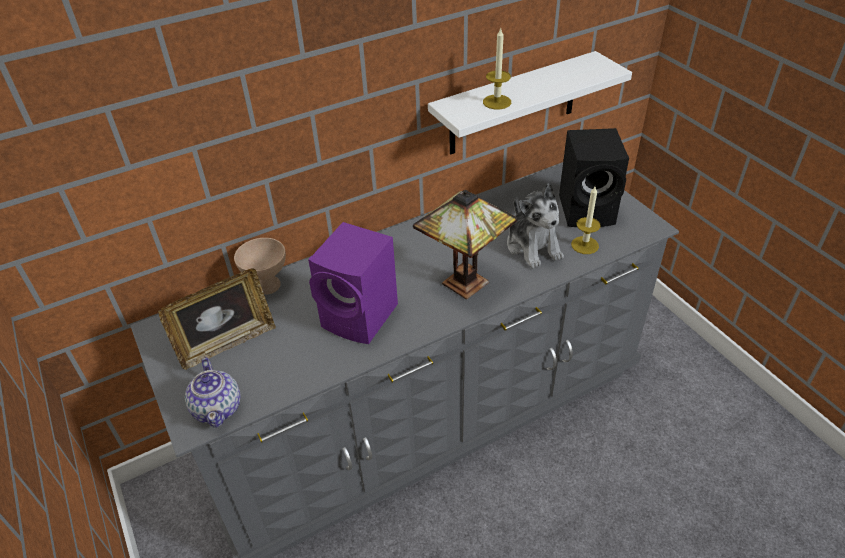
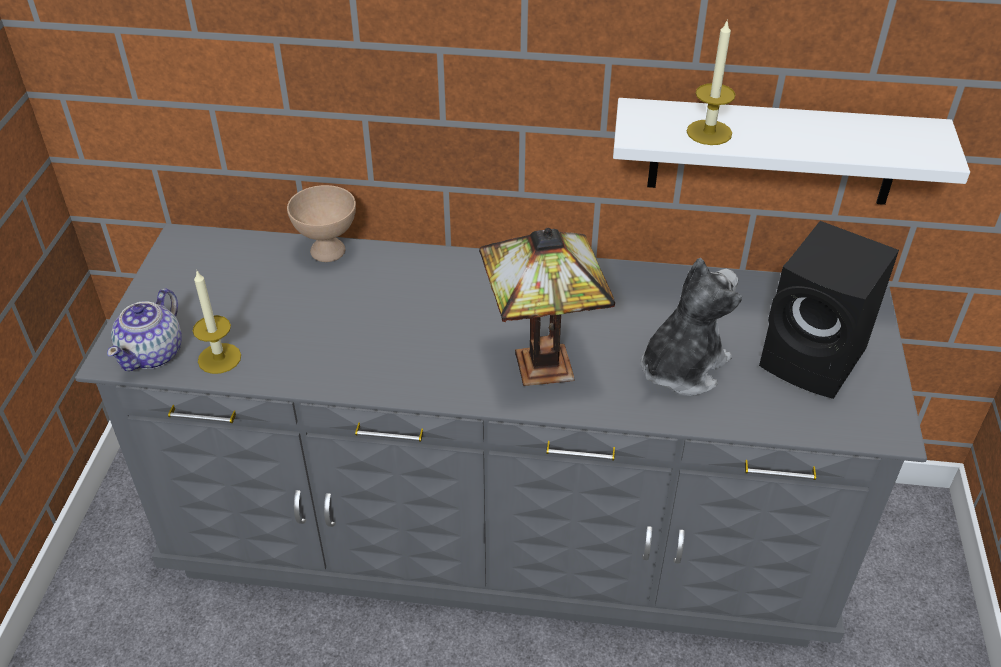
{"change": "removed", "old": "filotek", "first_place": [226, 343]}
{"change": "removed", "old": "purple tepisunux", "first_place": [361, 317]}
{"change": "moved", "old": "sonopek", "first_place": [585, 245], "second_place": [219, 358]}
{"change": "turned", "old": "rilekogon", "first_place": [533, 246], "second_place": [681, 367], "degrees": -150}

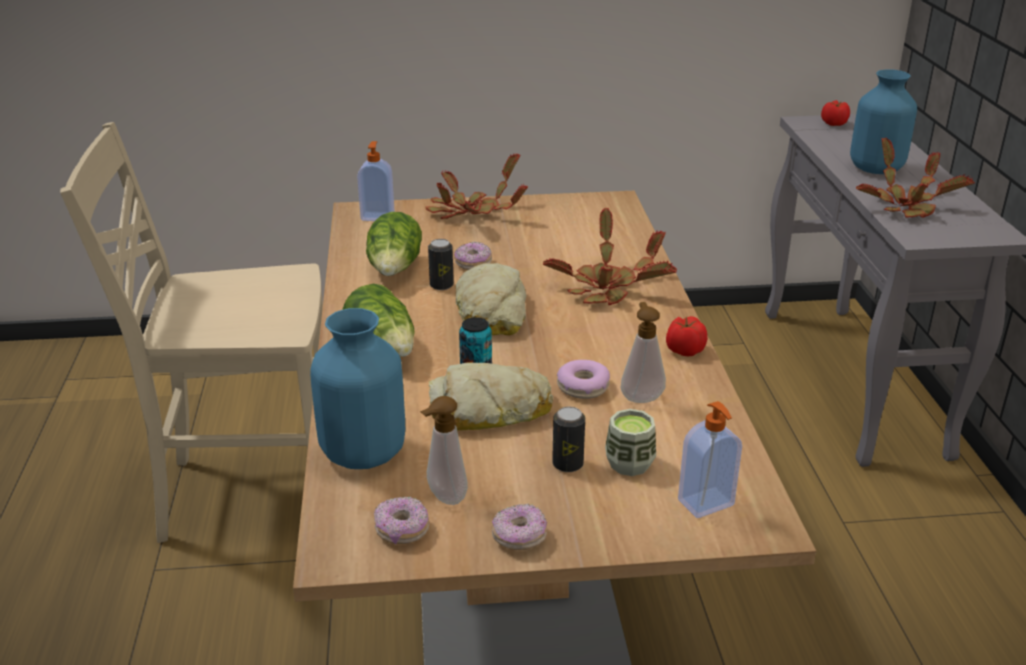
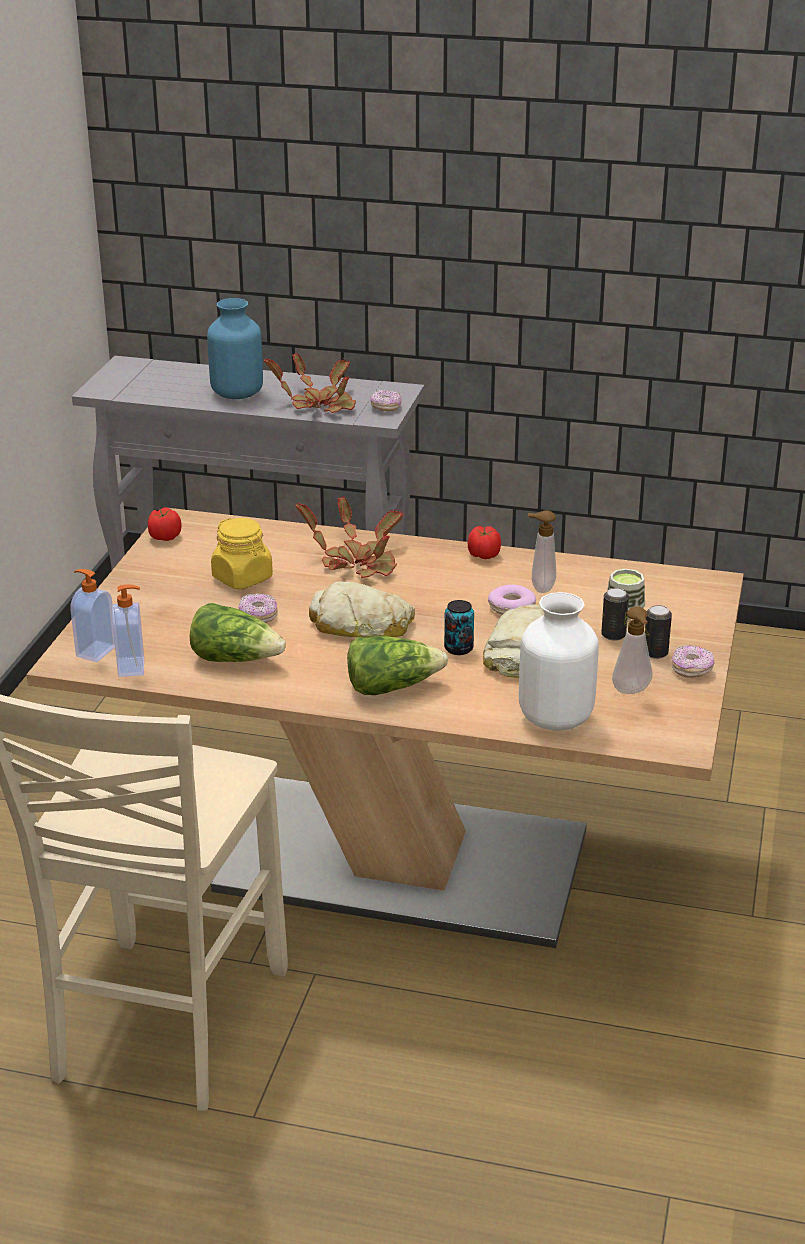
{"change": "removed", "old": "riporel", "first_place": [470, 212]}
{"change": "added", "new": "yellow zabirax", "second_place": [243, 578]}
{"change": "moved", "old": "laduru", "first_place": [402, 531], "second_place": [386, 407]}
{"change": "moved", "old": "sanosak", "first_place": [441, 285], "second_place": [655, 653]}
{"change": "moved", "old": "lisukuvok", "first_place": [707, 504], "second_place": [132, 667]}
{"change": "moved", "old": "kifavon", "first_place": [833, 123], "second_place": [164, 537]}
{"change": "recoloured", "old": "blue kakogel", "new": "white kakogel", "first_place": [364, 454], "second_place": [557, 718]}

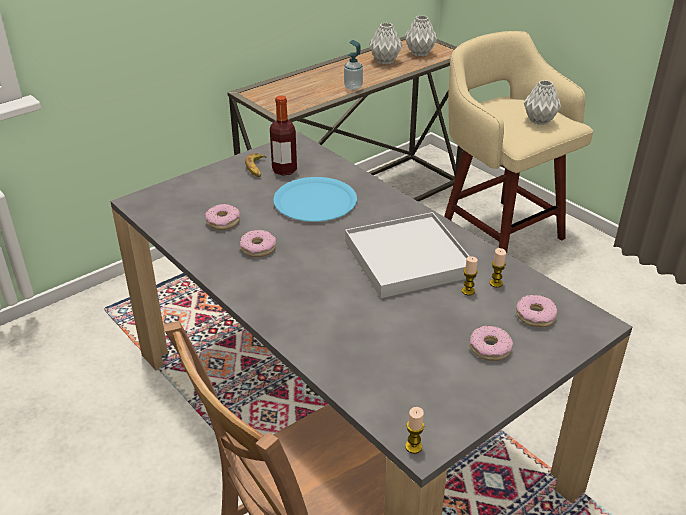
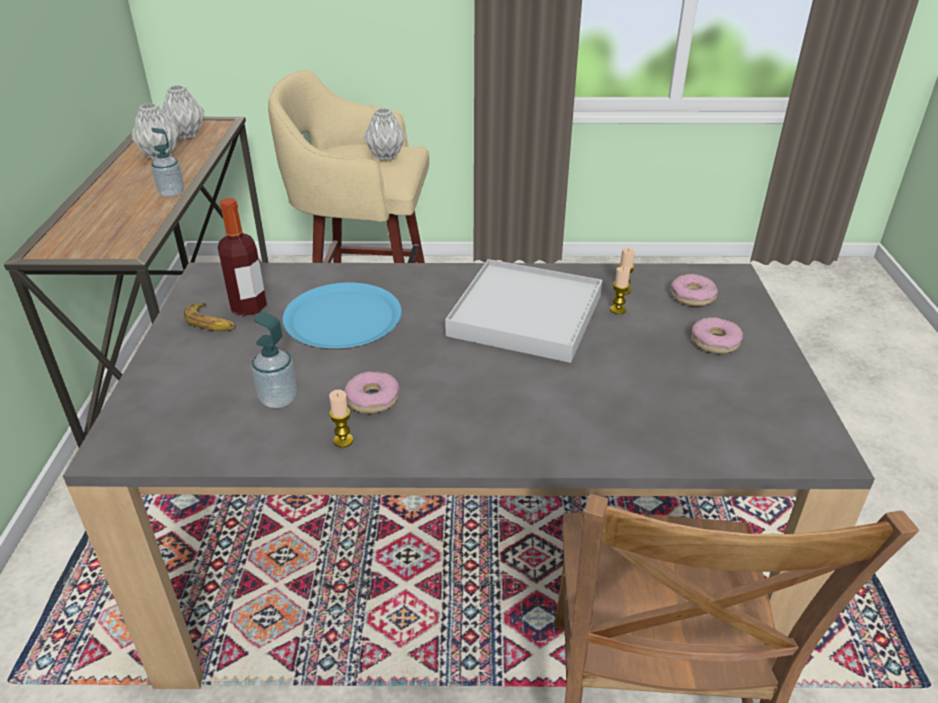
{"change": "moved", "old": "sonopek", "first_place": [413, 447], "second_place": [343, 440]}
{"change": "replaced", "old": "laduru", "new": "lisukuvok", "first_place": [223, 222], "second_place": [278, 399]}

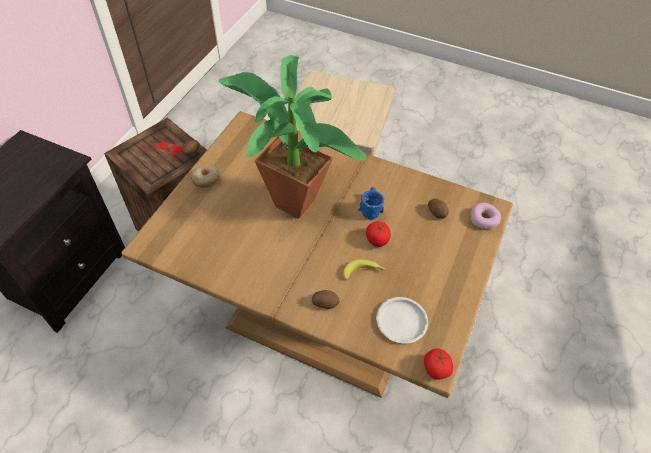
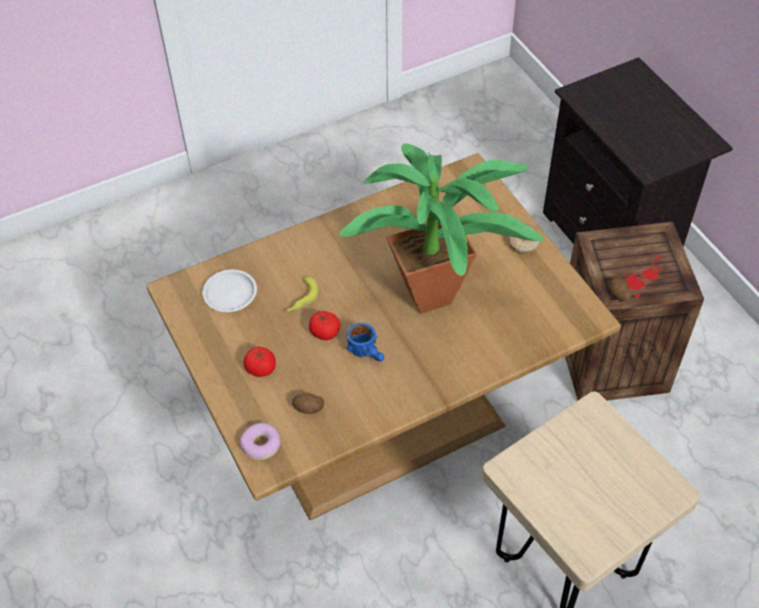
{"change": "removed", "old": "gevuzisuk", "first_place": [325, 303]}
{"change": "moved", "old": "kifavon", "first_place": [435, 368], "second_place": [261, 369]}

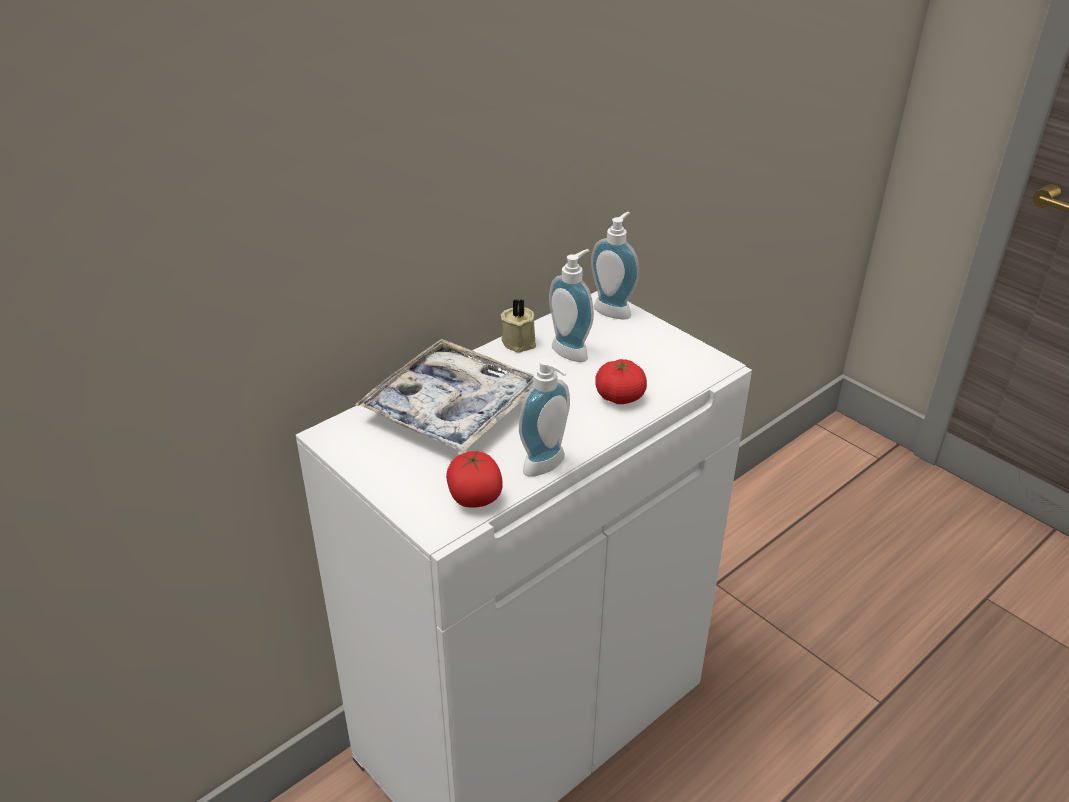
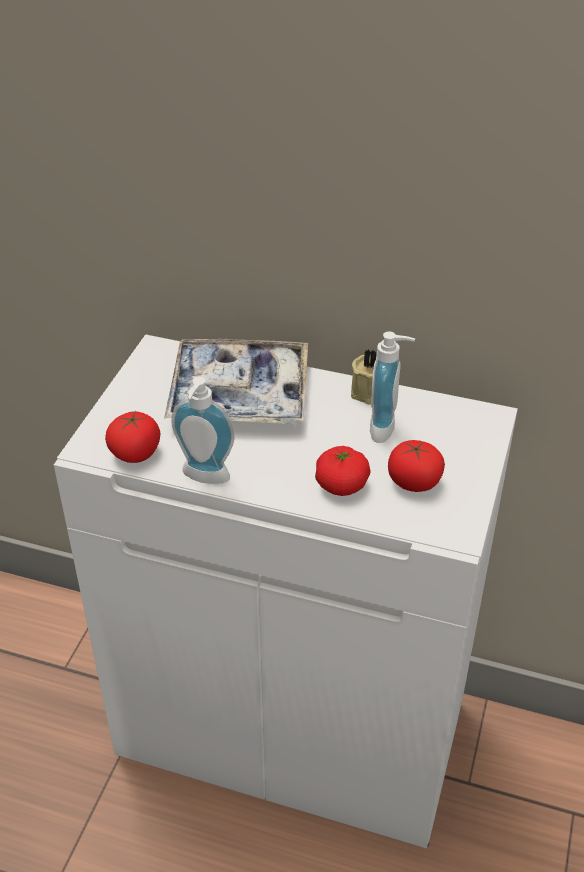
{"change": "removed", "old": "lisukuvok", "first_place": [614, 310]}
{"change": "added", "new": "kifavon", "second_place": [414, 482]}

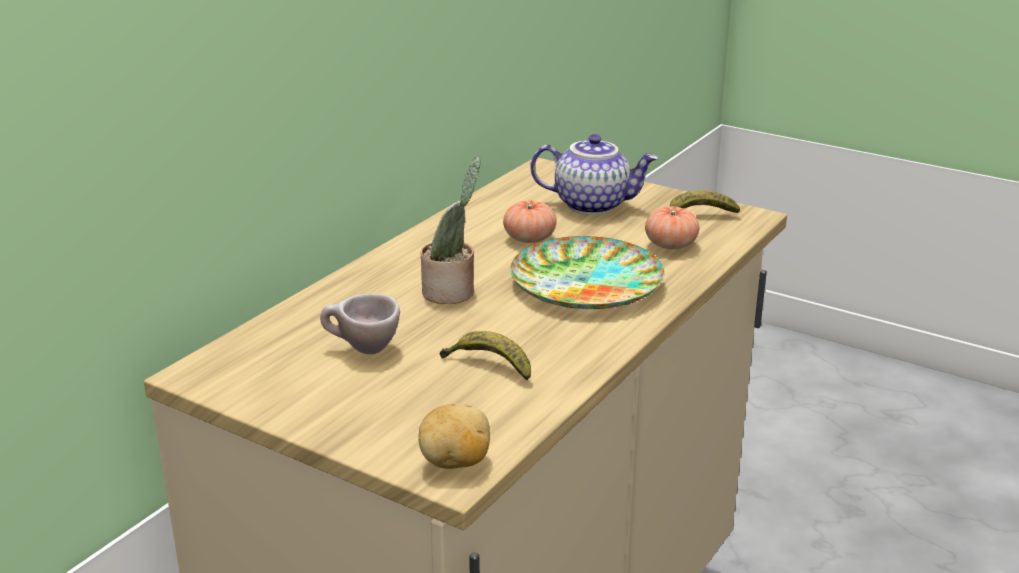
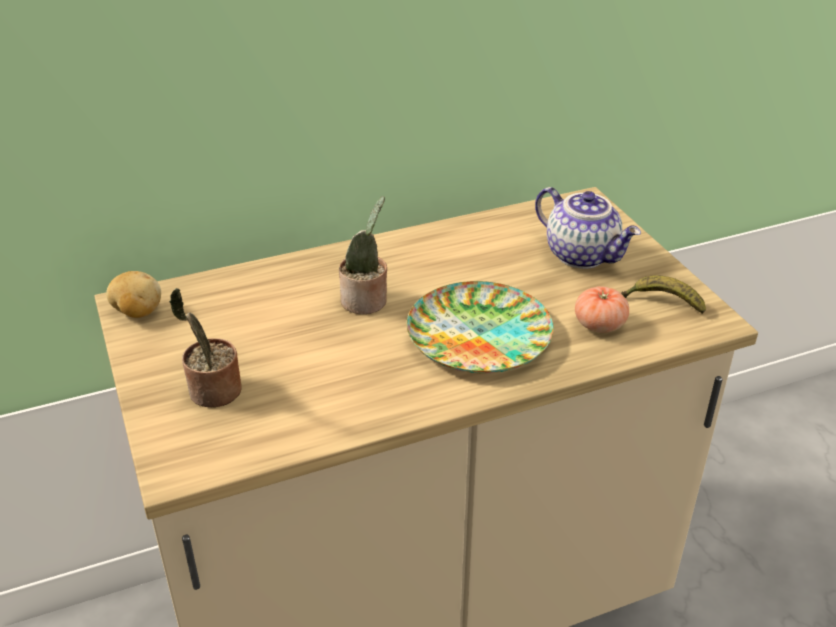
{"change": "removed", "old": "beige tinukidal", "first_place": [361, 349]}
{"change": "removed", "old": "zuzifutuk", "first_place": [489, 366]}
{"change": "removed", "old": "kifavon", "first_place": [529, 238]}
{"change": "added", "new": "riporel", "second_place": [212, 392]}
{"change": "moved", "old": "gevuzisuk", "first_place": [455, 463], "second_place": [137, 312]}

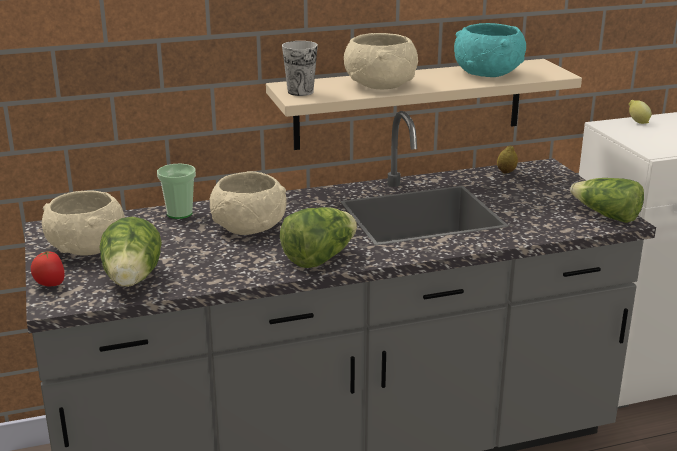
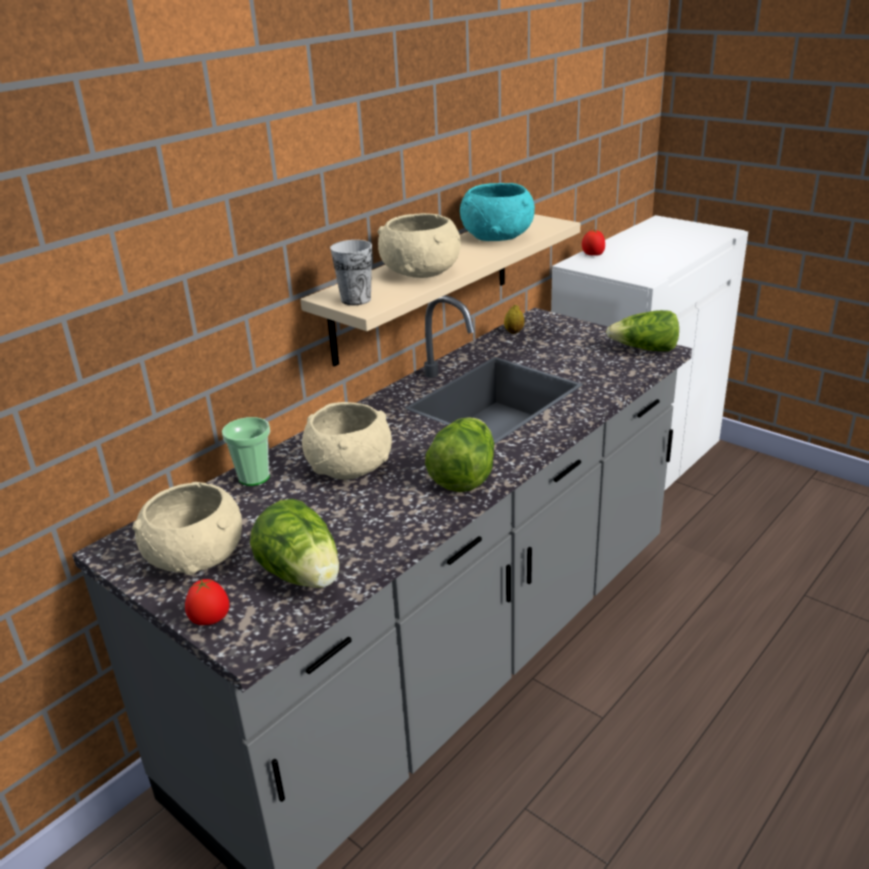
{"change": "replaced", "old": "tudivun", "new": "kifavon", "first_place": [637, 122], "second_place": [593, 255]}

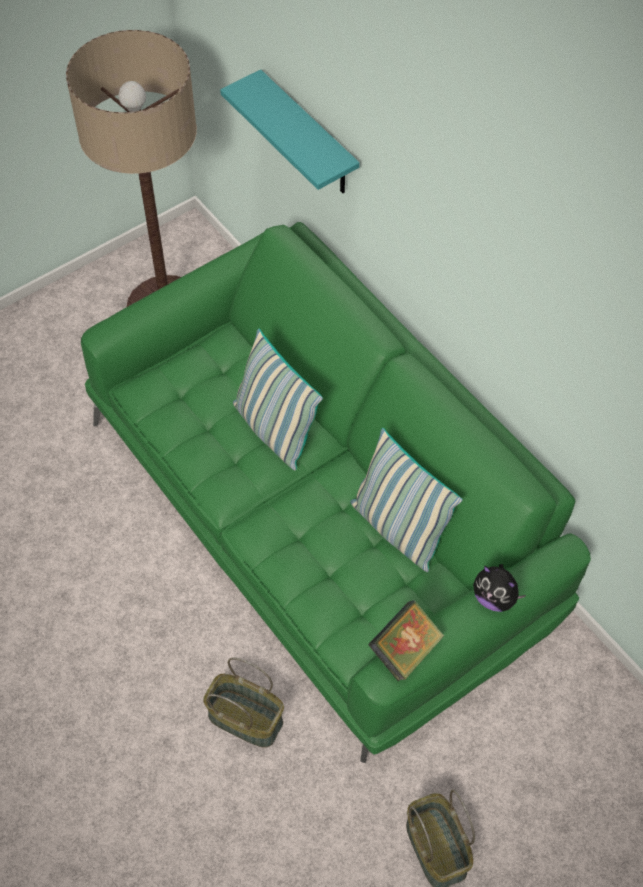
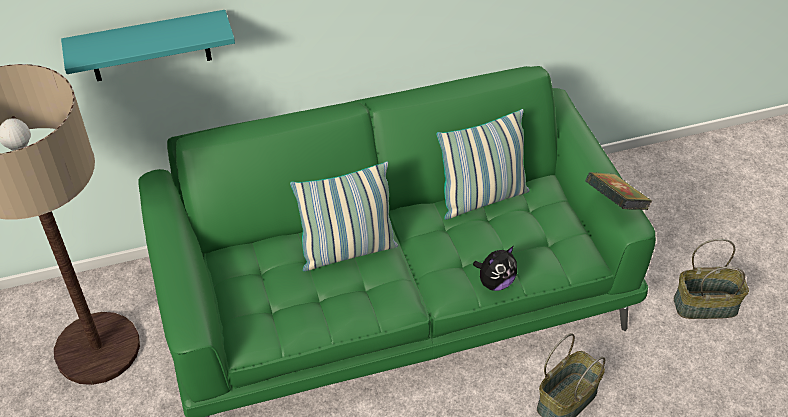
{"change": "moved", "old": "rilekogon", "first_place": [494, 598], "second_place": [495, 282]}

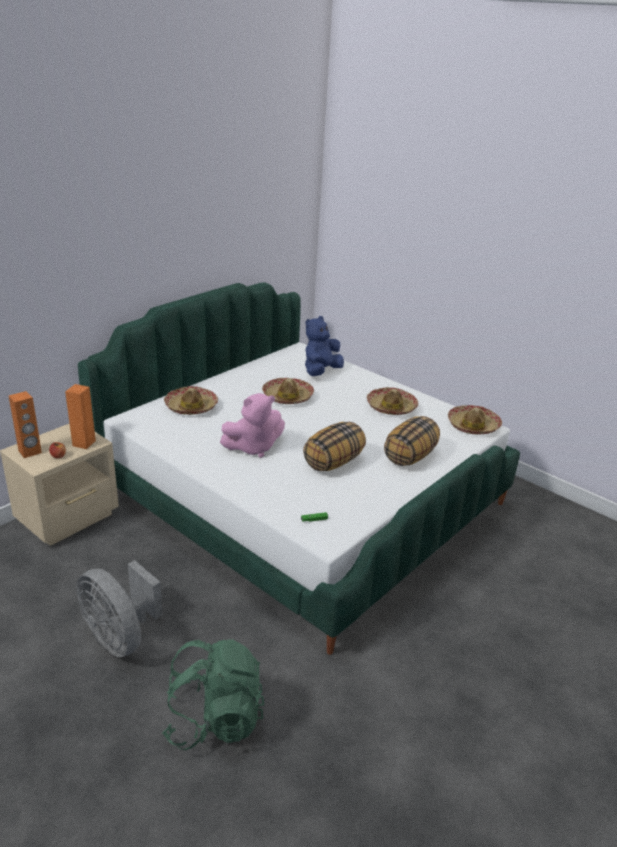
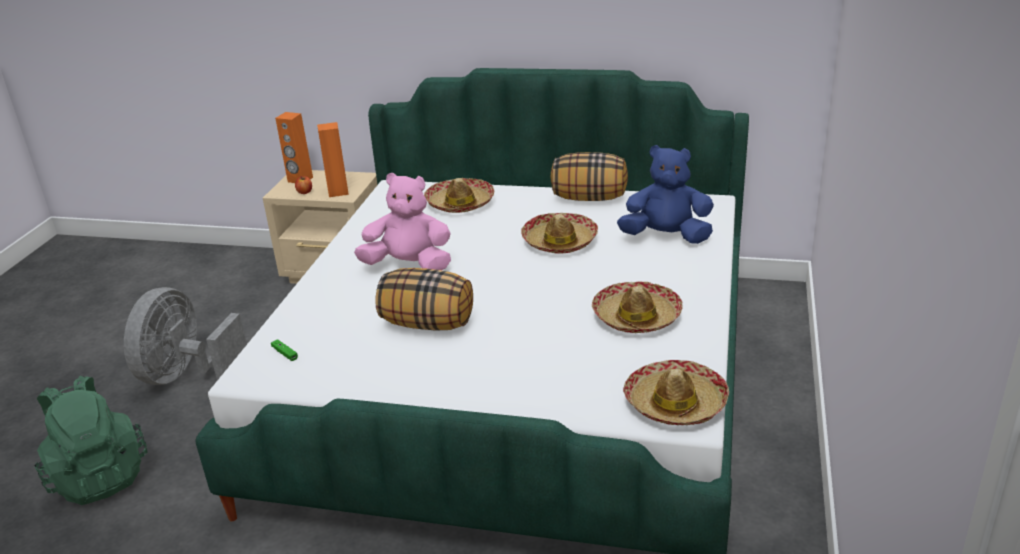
{"change": "moved", "old": "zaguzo", "first_place": [409, 456], "second_place": [589, 198]}
{"change": "turned", "old": "pink rilekogon", "first_place": [253, 447], "second_place": [409, 266], "degrees": 150}

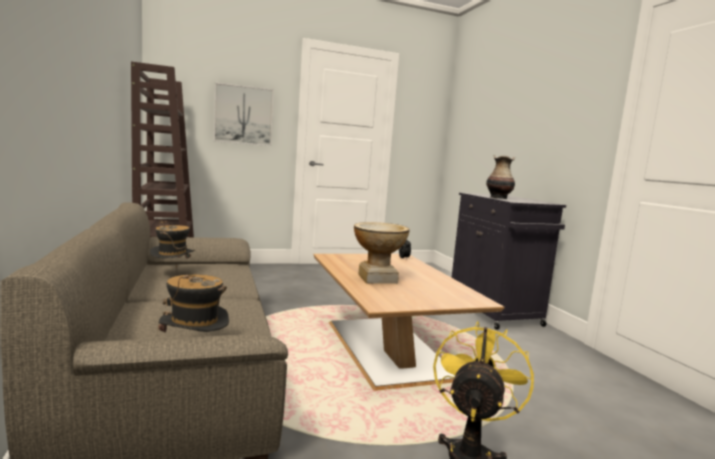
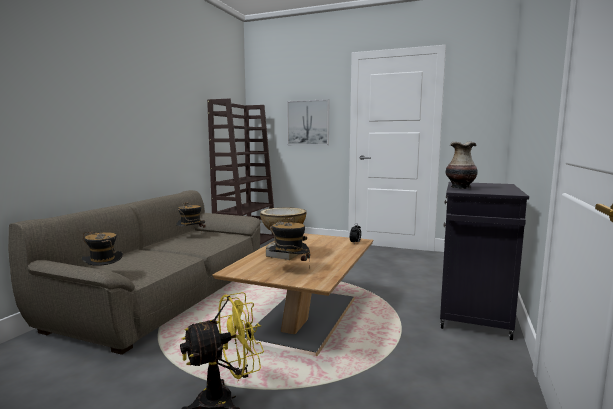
{"change": "added", "new": "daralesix", "second_place": [289, 269]}

